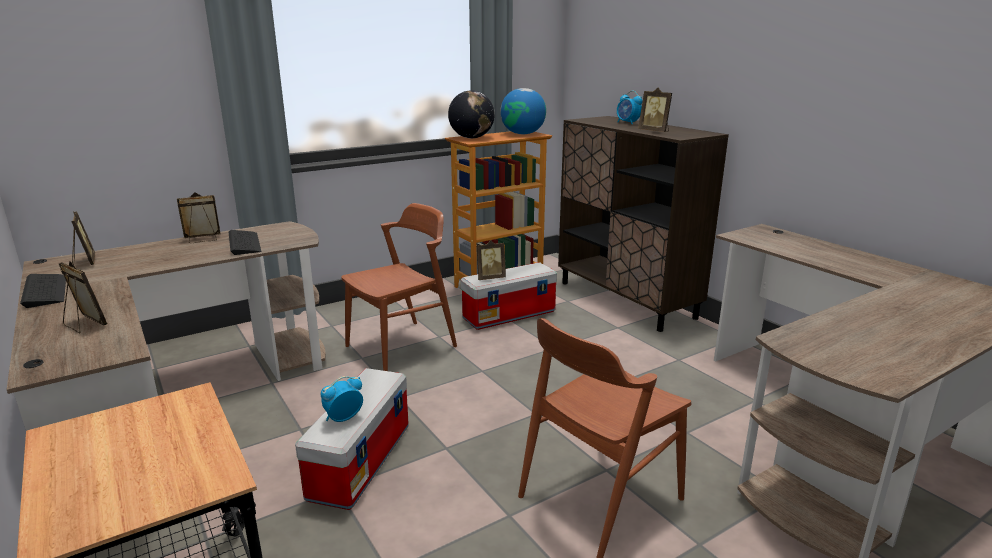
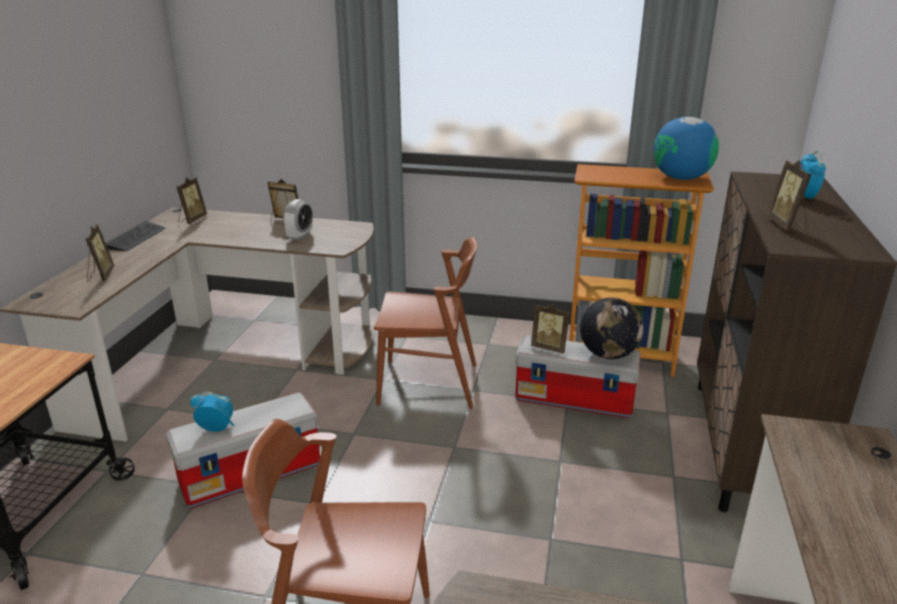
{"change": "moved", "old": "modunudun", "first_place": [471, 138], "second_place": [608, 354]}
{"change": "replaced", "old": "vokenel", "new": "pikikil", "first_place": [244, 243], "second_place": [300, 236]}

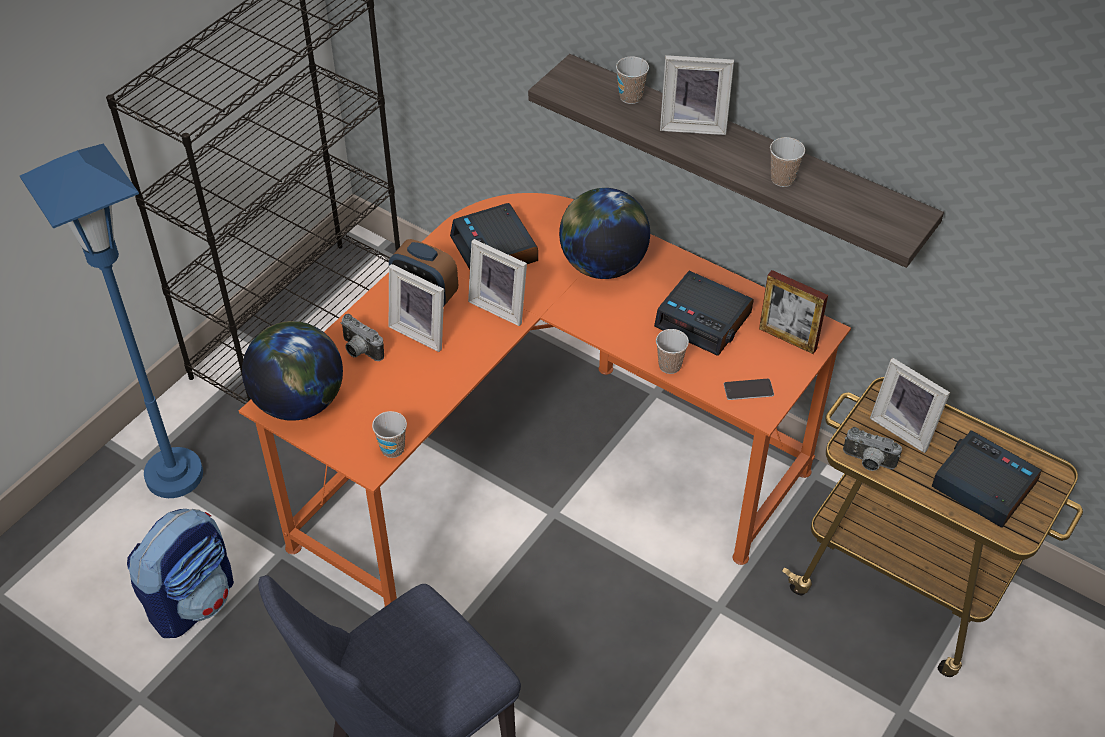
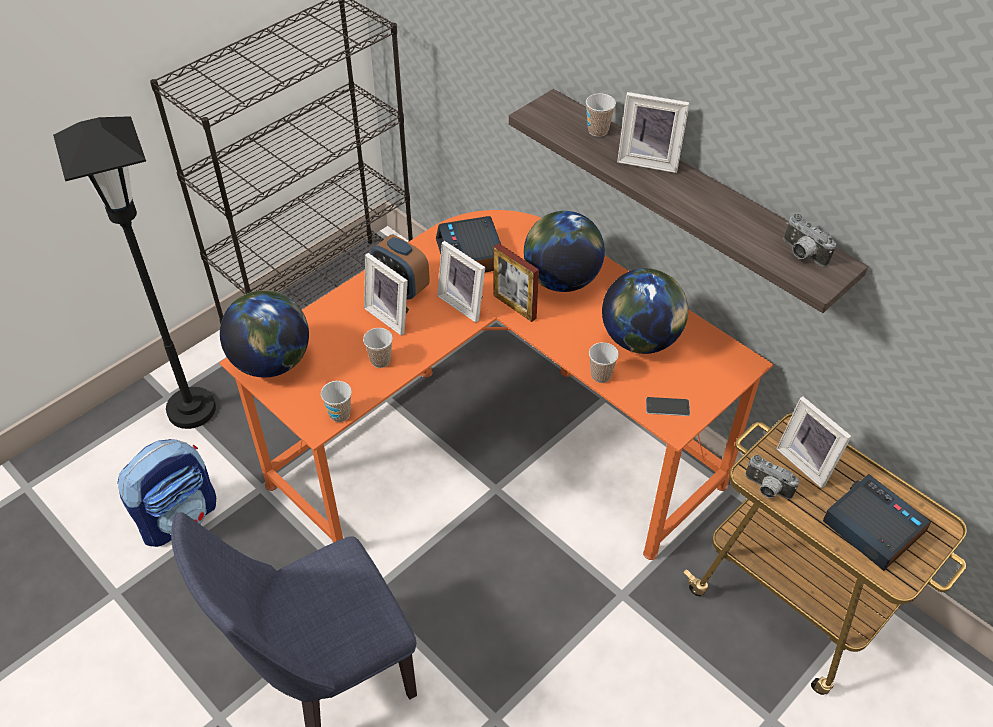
{"change": "moved", "old": "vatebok", "first_place": [359, 351], "second_place": [801, 254]}
{"change": "moved", "old": "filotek", "first_place": [787, 339], "second_place": [514, 306]}
{"change": "moved", "old": "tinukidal", "first_place": [782, 179], "second_place": [380, 360]}
{"change": "replaced", "old": "pikikil", "new": "modunudun", "first_place": [704, 320], "second_place": [640, 339]}
{"change": "recoloured", "old": "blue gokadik", "new": "black gokadik", "first_place": [174, 475], "second_place": [192, 409]}

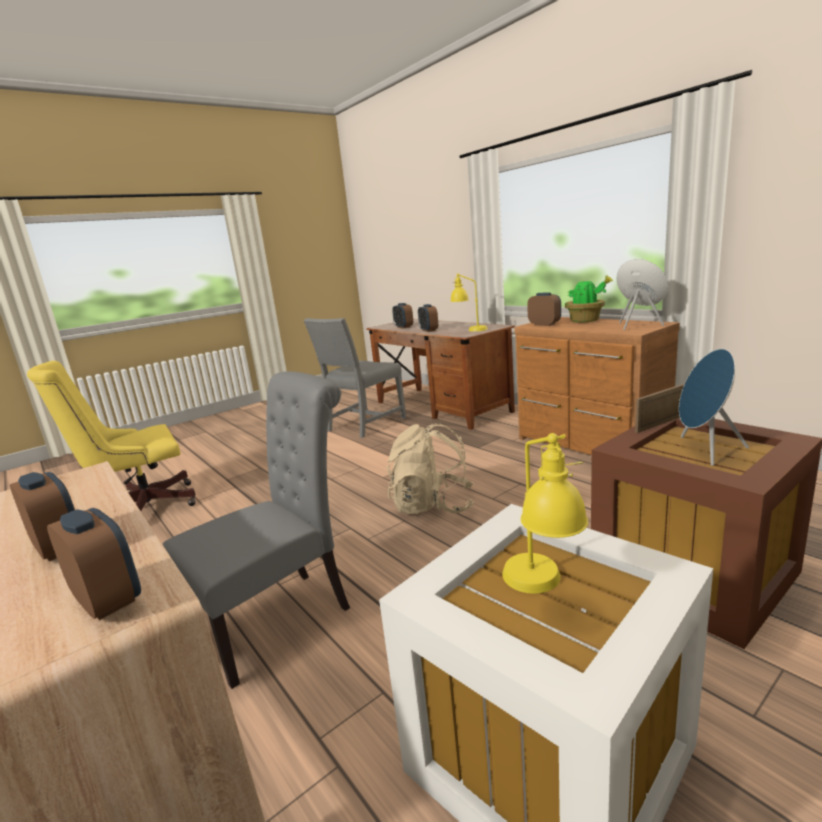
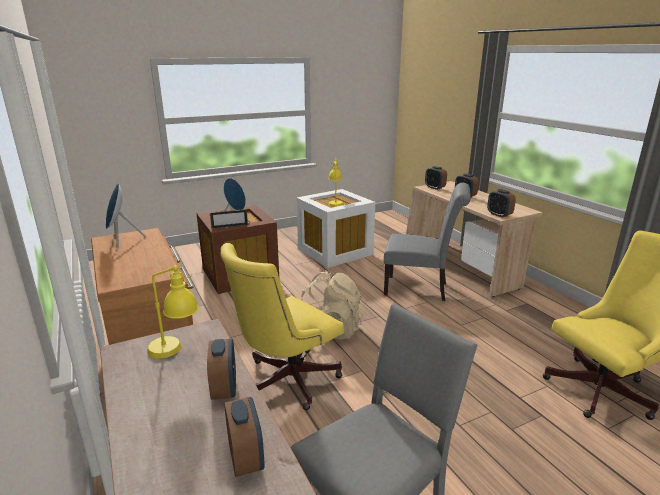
{"change": "removed", "old": "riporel", "first_place": [586, 321]}
{"change": "added", "new": "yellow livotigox", "second_place": [285, 381]}
{"change": "moved", "old": "pikikil", "first_place": [544, 324], "second_place": [499, 215]}
{"change": "turned", "old": "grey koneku", "first_place": [282, 617], "second_place": [420, 289], "degrees": -135}

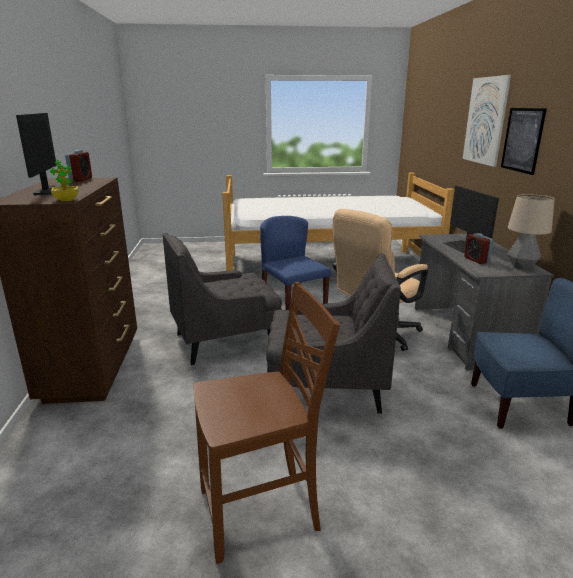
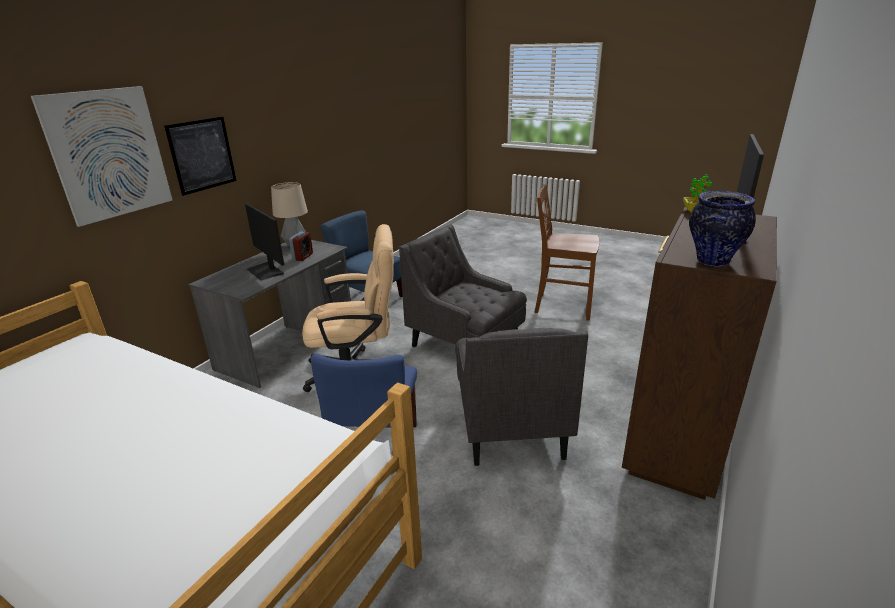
{"change": "replaced", "old": "pikikil", "new": "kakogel", "first_place": [81, 179], "second_place": [712, 262]}
{"change": "turned", "old": "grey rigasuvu", "first_place": [225, 340], "second_place": [510, 424], "degrees": 75}
{"change": "turned", "old": "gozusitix", "first_place": [463, 247], "second_place": [266, 271], "degrees": 120}

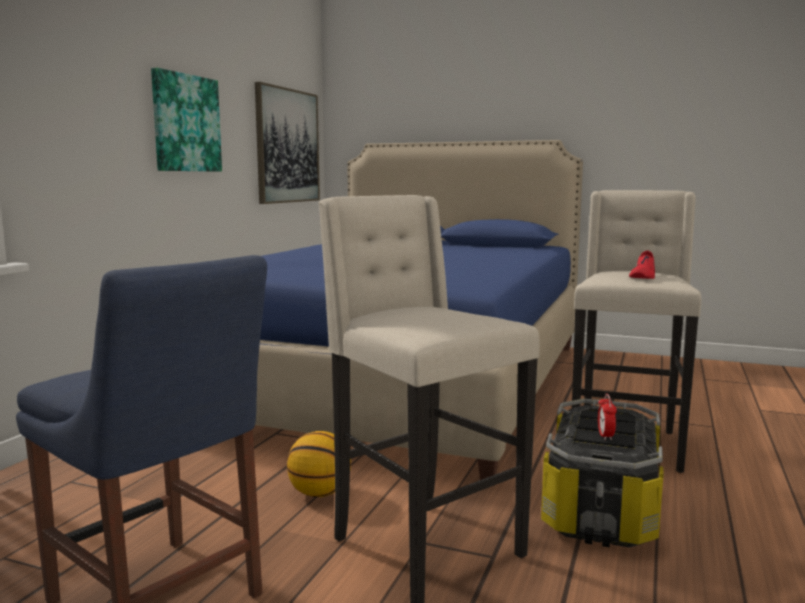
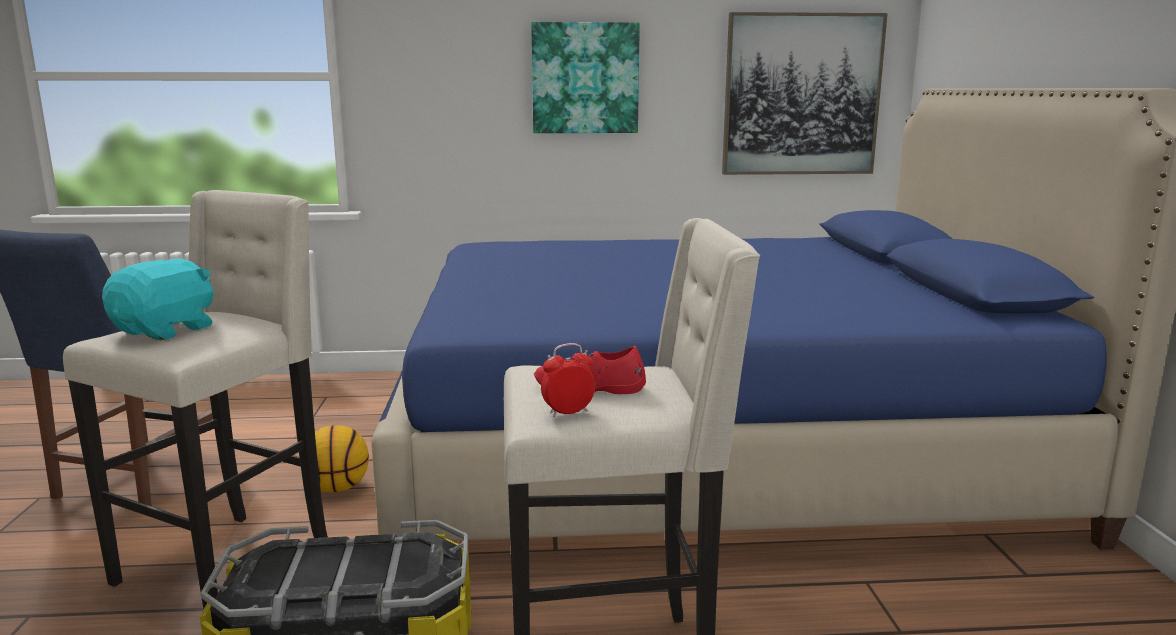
{"change": "added", "new": "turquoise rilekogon", "second_place": [167, 330]}
{"change": "moved", "old": "pikikil", "first_place": [605, 436], "second_place": [568, 412]}

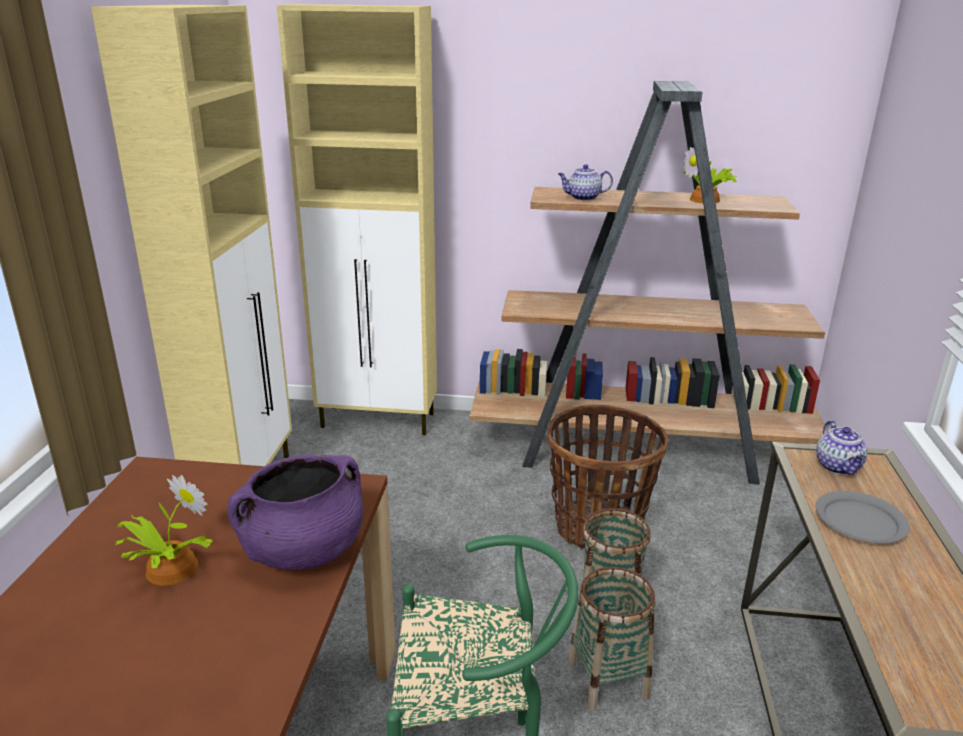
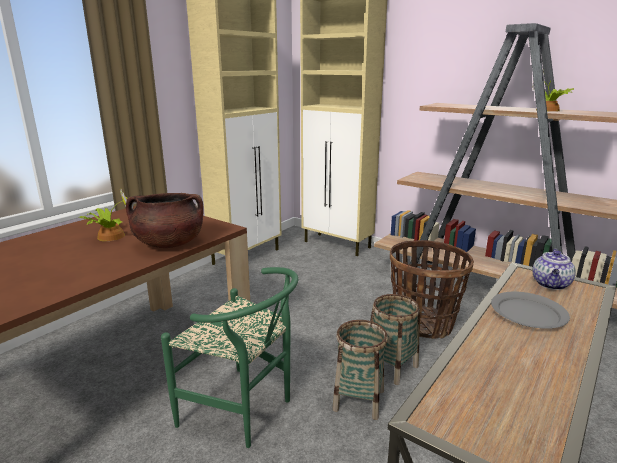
{"change": "removed", "old": "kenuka", "first_place": [583, 198]}
{"change": "recoloured", "old": "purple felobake", "new": "brown felobake", "first_place": [304, 551], "second_place": [169, 244]}

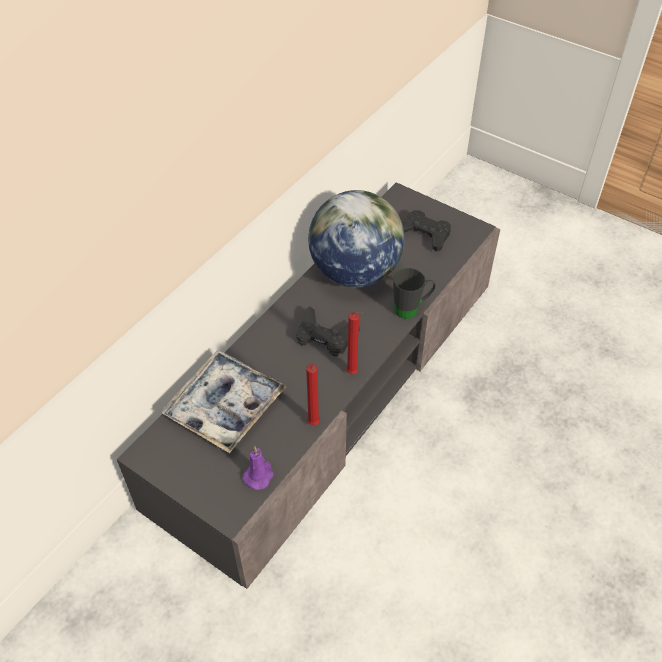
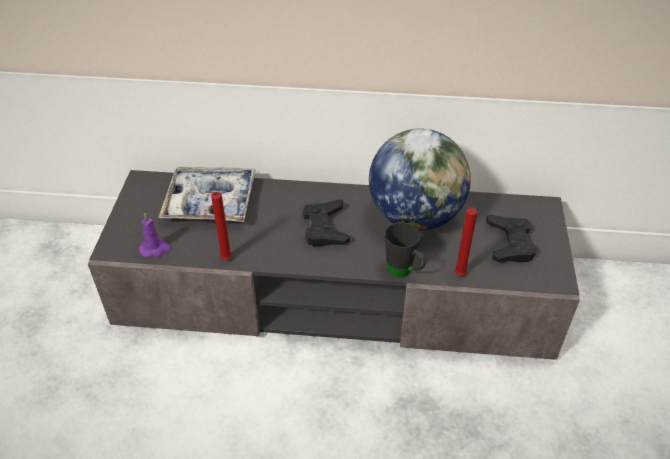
{"change": "moved", "old": "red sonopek", "first_place": [353, 373], "second_place": [460, 276]}

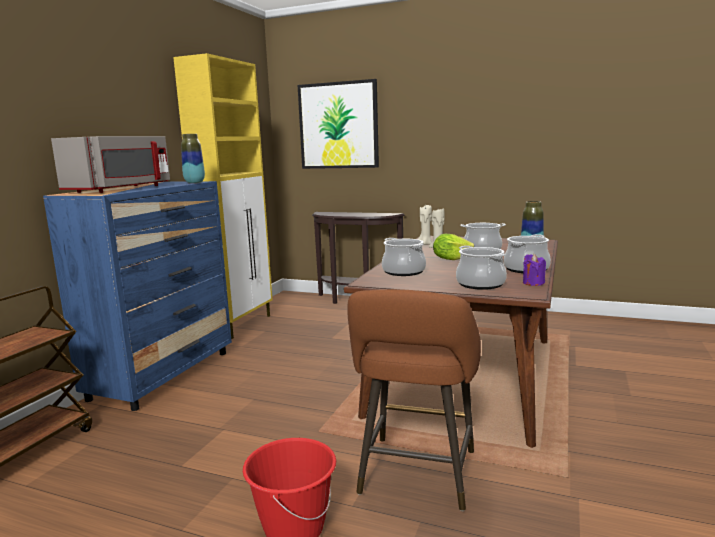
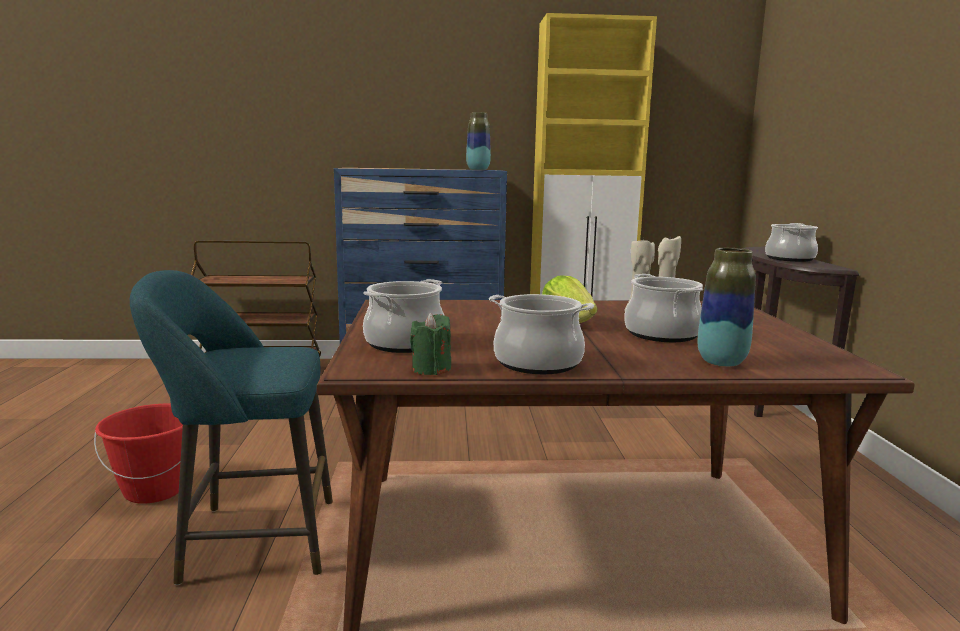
{"change": "removed", "old": "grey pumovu", "first_place": [122, 189]}
{"change": "removed", "old": "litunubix", "first_place": [338, 125]}
{"change": "moved", "old": "felobake", "first_place": [403, 272], "second_place": [789, 258]}
{"change": "recoloured", "old": "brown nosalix", "new": "turquoise nosalix", "first_place": [416, 477], "second_place": [250, 540]}
{"change": "recoloured", "old": "purple sonopek", "new": "green sonopek", "first_place": [533, 283], "second_place": [431, 369]}

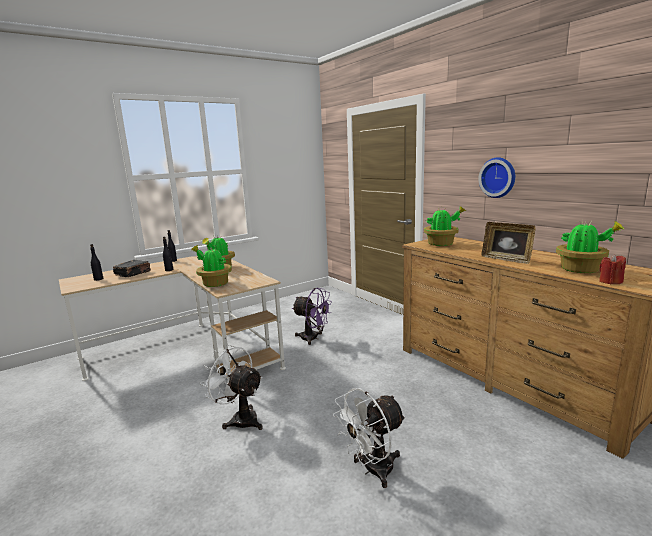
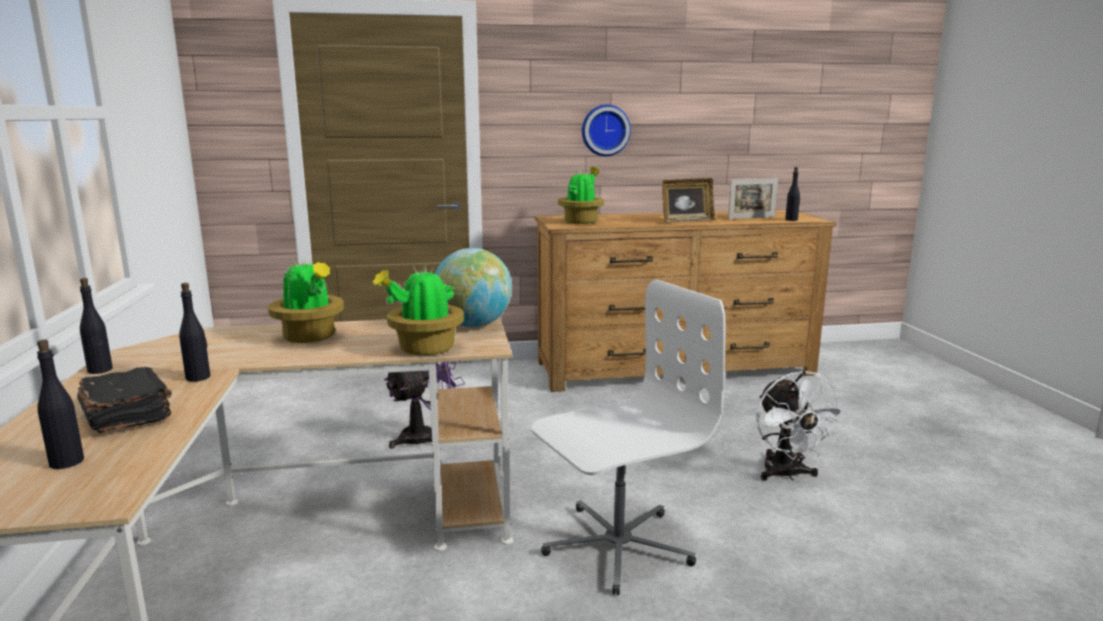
{"change": "added", "new": "modunudun", "second_place": [473, 325]}
{"change": "replaced", "old": "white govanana", "new": "white livotigox", "first_place": [240, 419], "second_place": [616, 545]}
{"change": "replaced", "old": "riporel", "new": "filotek", "first_place": [581, 270], "second_place": [751, 218]}
{"change": "replaced", "old": "red sonopek", "new": "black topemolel", "first_place": [610, 281], "second_place": [791, 220]}

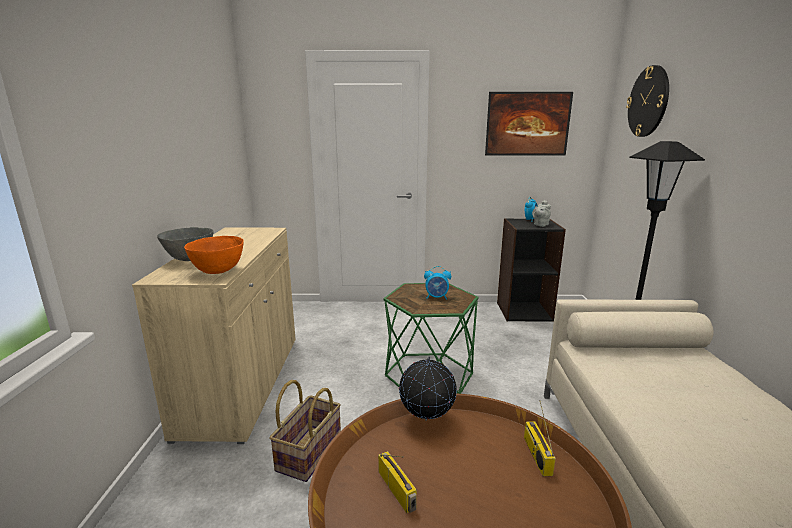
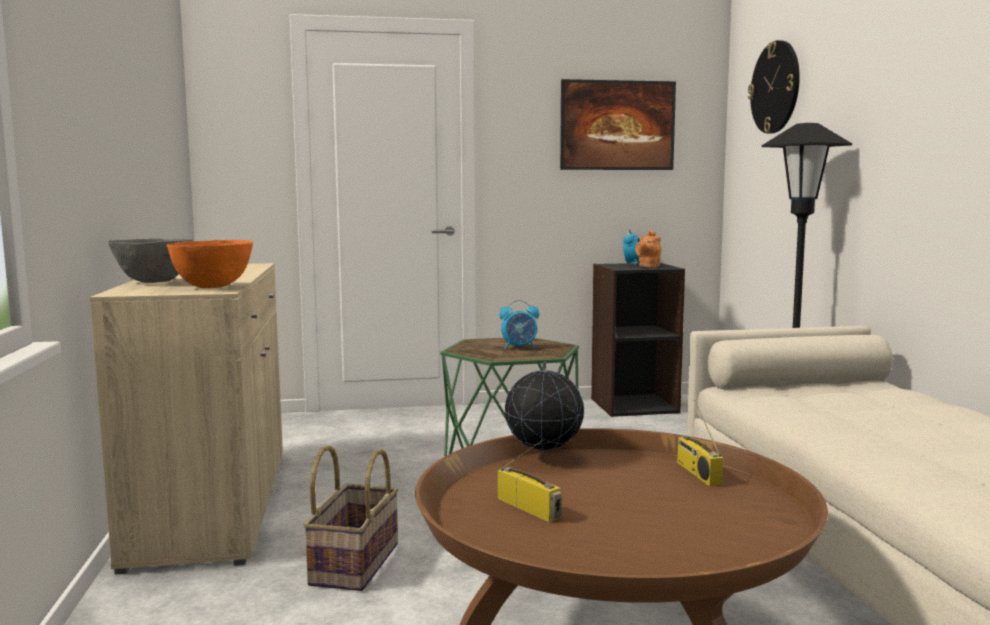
{"change": "recoloured", "old": "grey kenuka", "new": "orange kenuka", "first_place": [540, 225], "second_place": [648, 266]}

